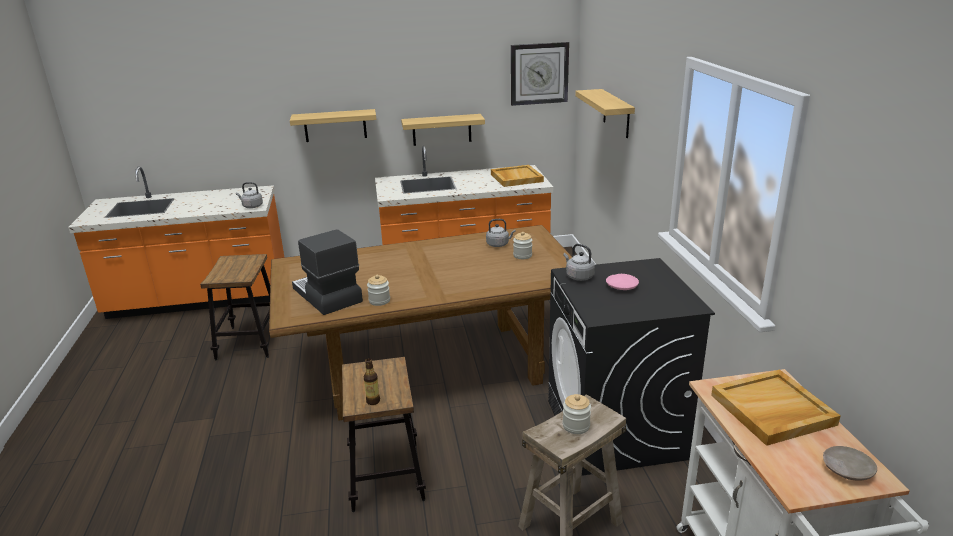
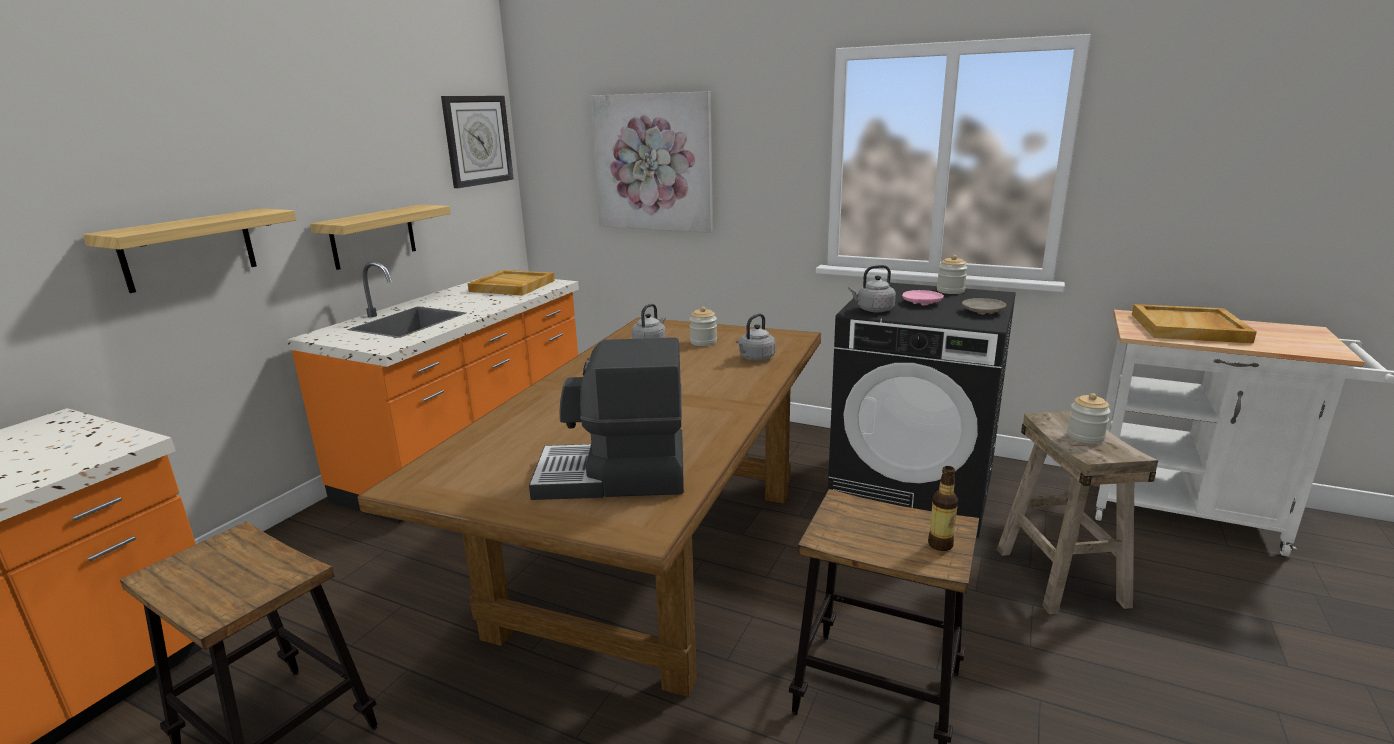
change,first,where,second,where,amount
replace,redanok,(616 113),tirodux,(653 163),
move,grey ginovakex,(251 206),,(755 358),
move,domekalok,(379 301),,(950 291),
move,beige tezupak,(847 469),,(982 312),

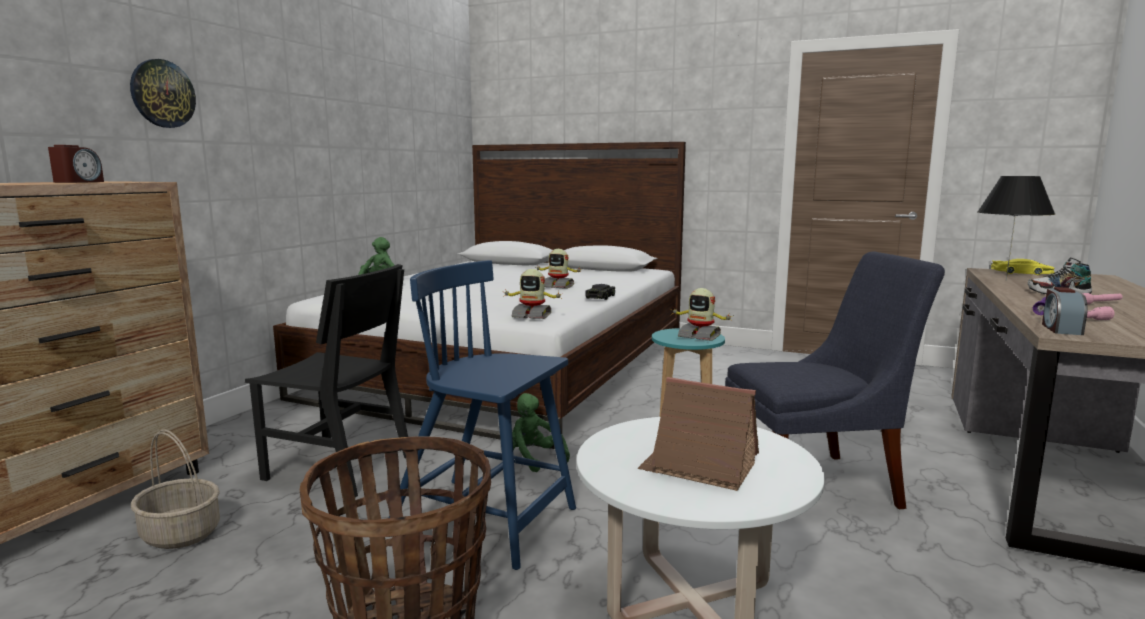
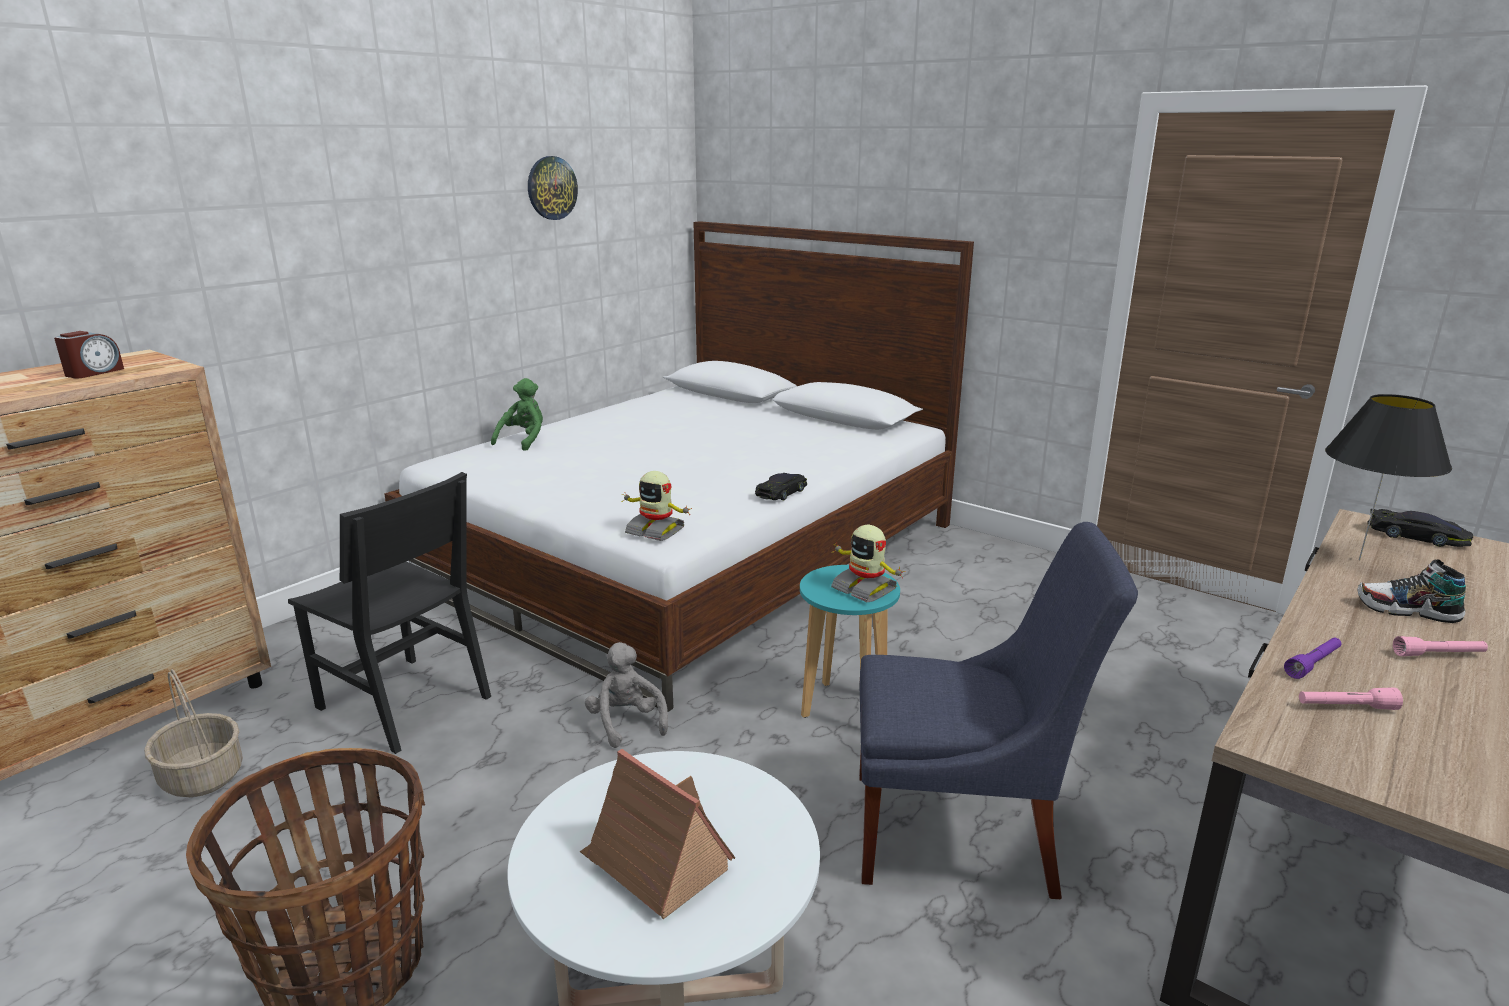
change,first,where,second,where,amount
move,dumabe,(162 94),,(551 188),
recolor,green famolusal,(532 459),grey famolusal,(626 723),
recolor,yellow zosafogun,(1021 273),black zosafogun,(1417 536),
delete,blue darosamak,(486 520),,,
delete,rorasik,(558 286),,,
delete,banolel,(1060 329),,,

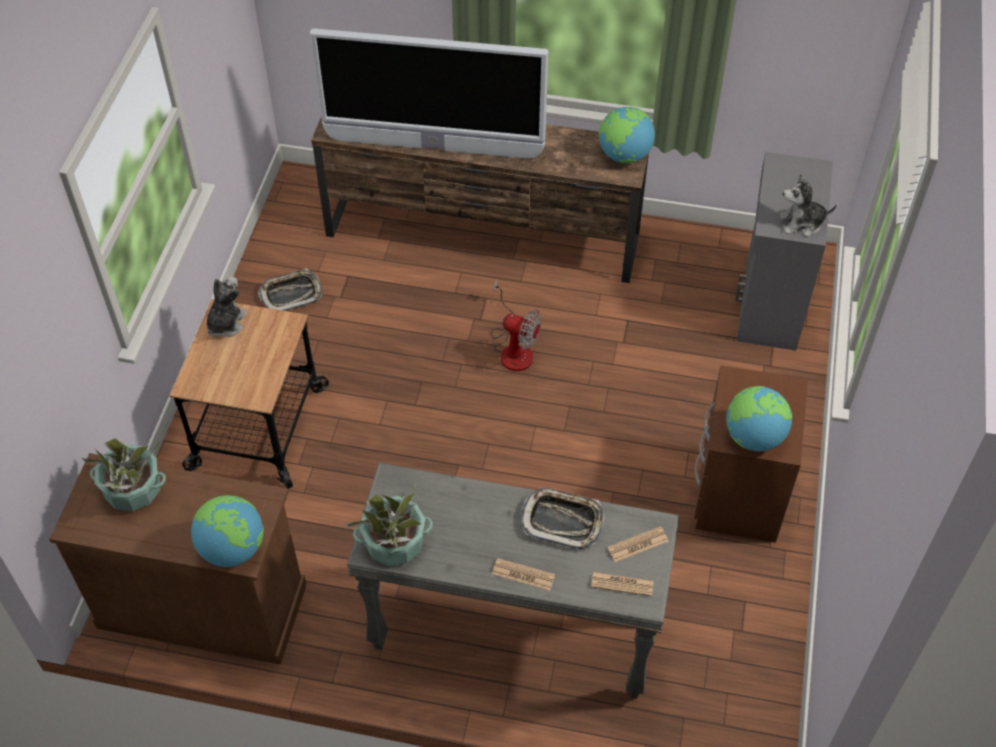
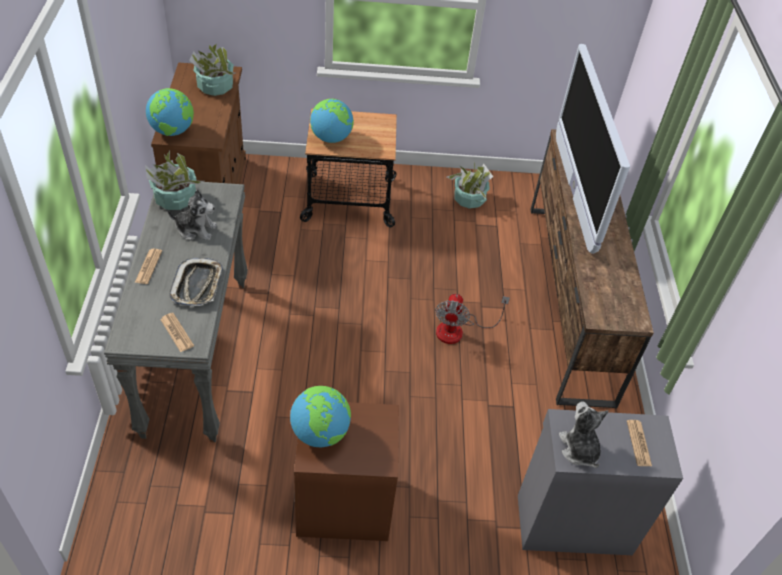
change,first,where,second,where,amount
move,famolusal,(226 323),,(196 229),
move,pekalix,(624 156),,(331 138),
replace,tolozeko,(291 294),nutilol,(469 199),
move,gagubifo,(622 584),,(638 443),

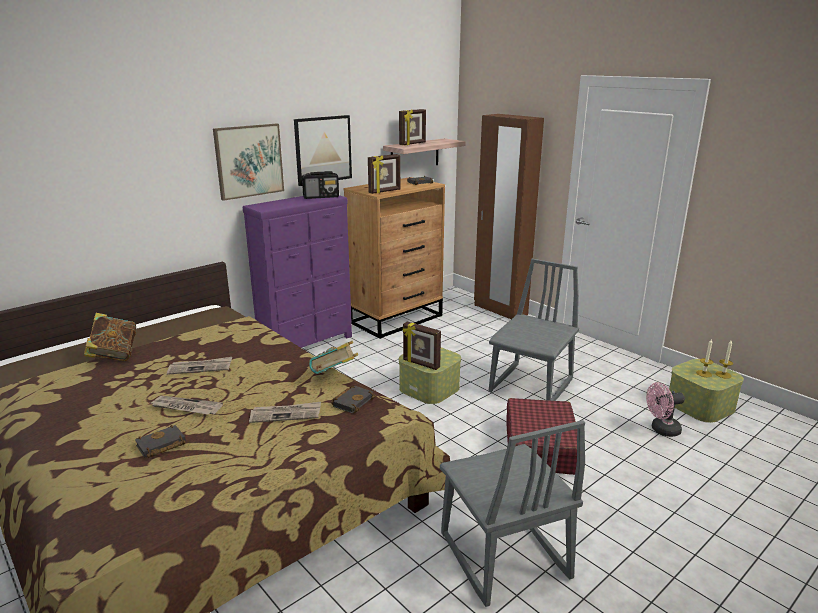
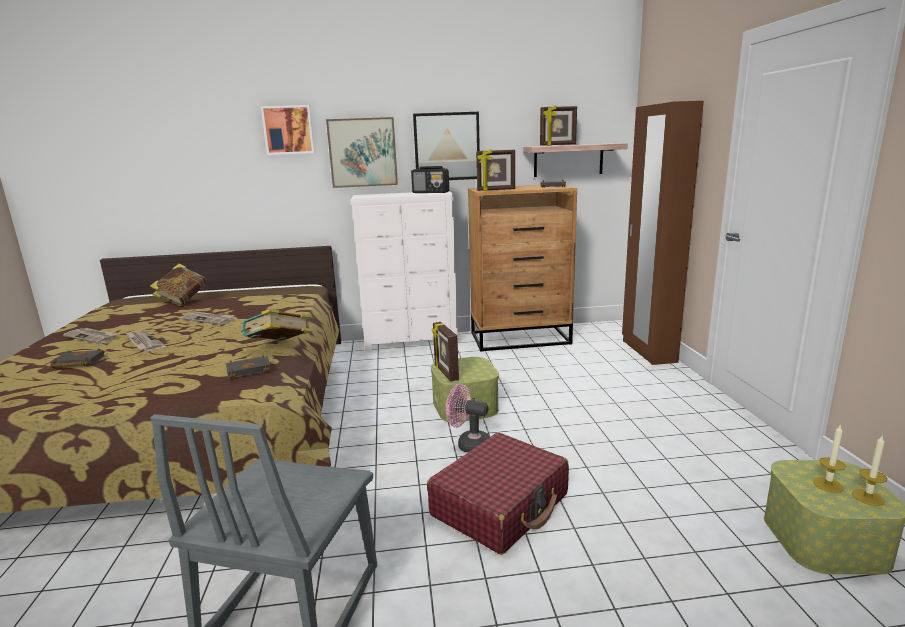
change,first,where,second,where,amount
move,gagubifo,(286 414),,(92 337),
insert,,,tirodux,(288 130),
recolor,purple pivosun,(307 344),white pivosun,(411 342),
move,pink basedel,(661 430),,(468 444),
delete,grey darosamak,(532 386),,,

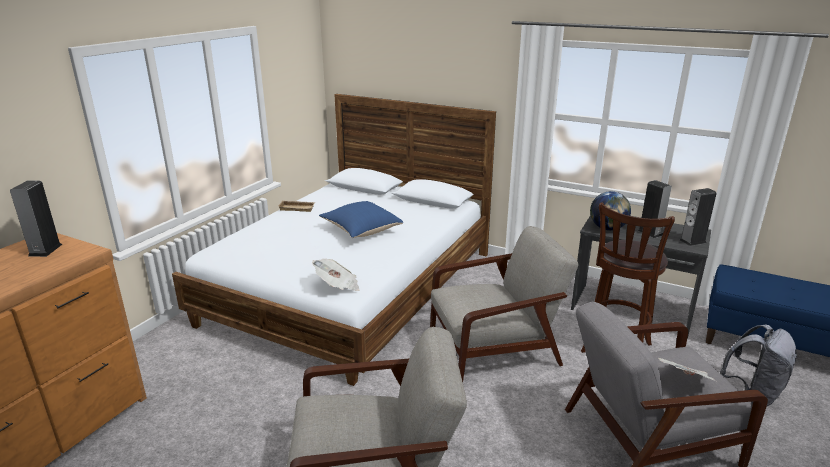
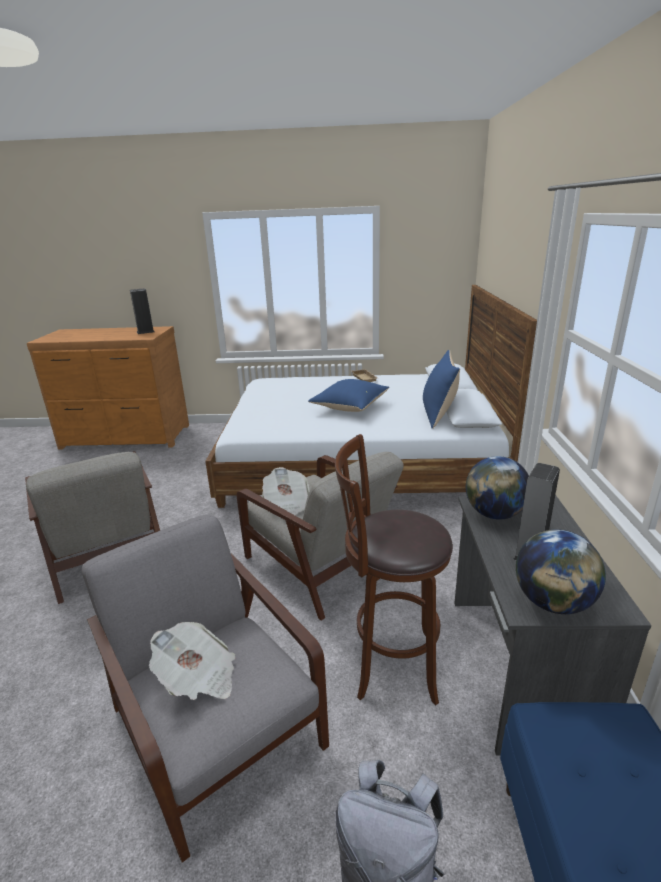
change,first,where,second,where,amount
move,gagubifo,(338 286),,(287 504),
insert,,,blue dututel,(438 415),
replace,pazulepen,(692 241),pekalix,(552 602),

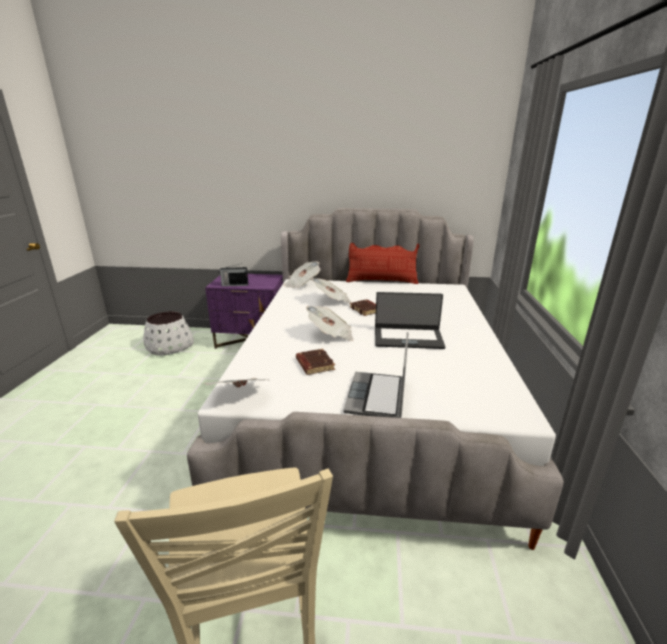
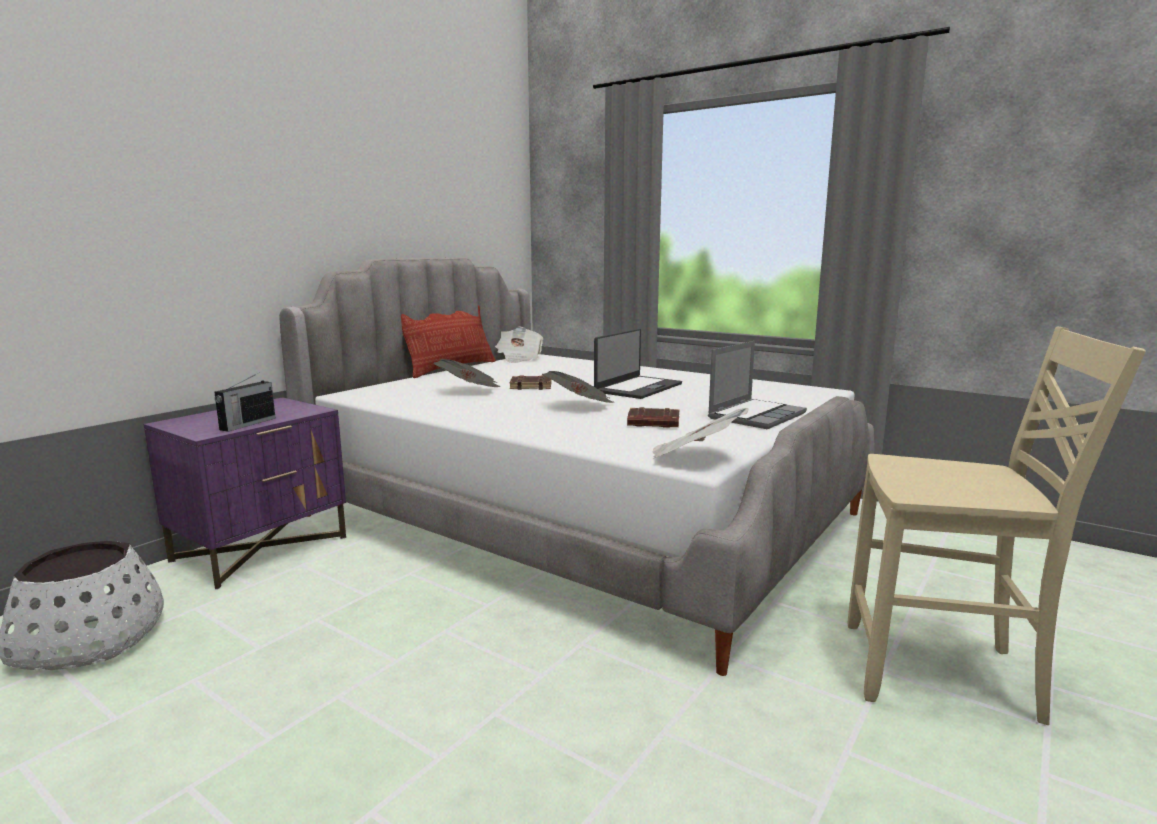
change,first,where,second,where,amount
move,gagubifo,(302 284),,(518 358),
rotate,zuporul,(377 397),,(756 415),90 degrees counterclockwise

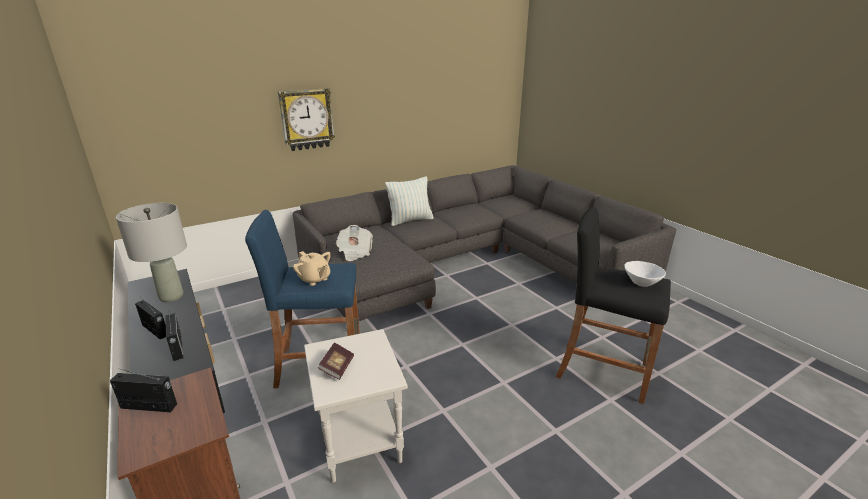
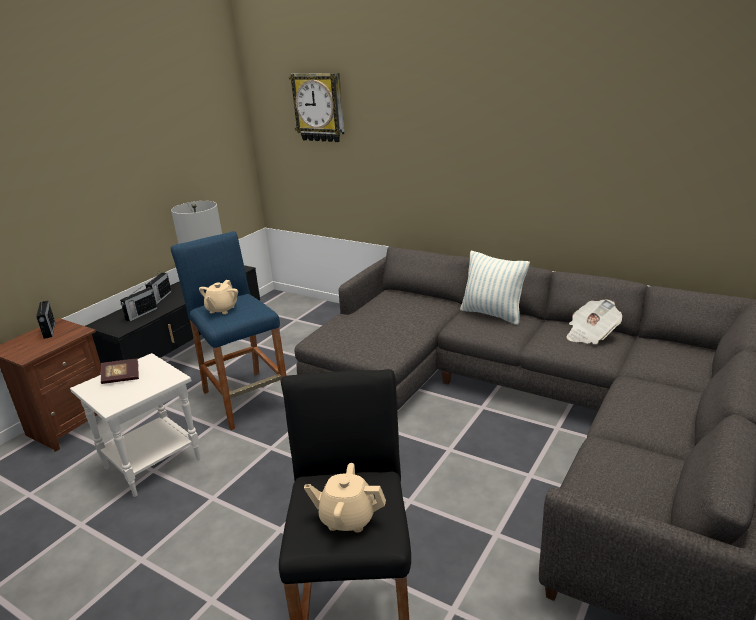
change,first,where,second,where,amount
move,dumabe,(306 119),,(319 107),
replace,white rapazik,(641 283),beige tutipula,(347 518),
move,gagubifo,(355 252),,(590 334),

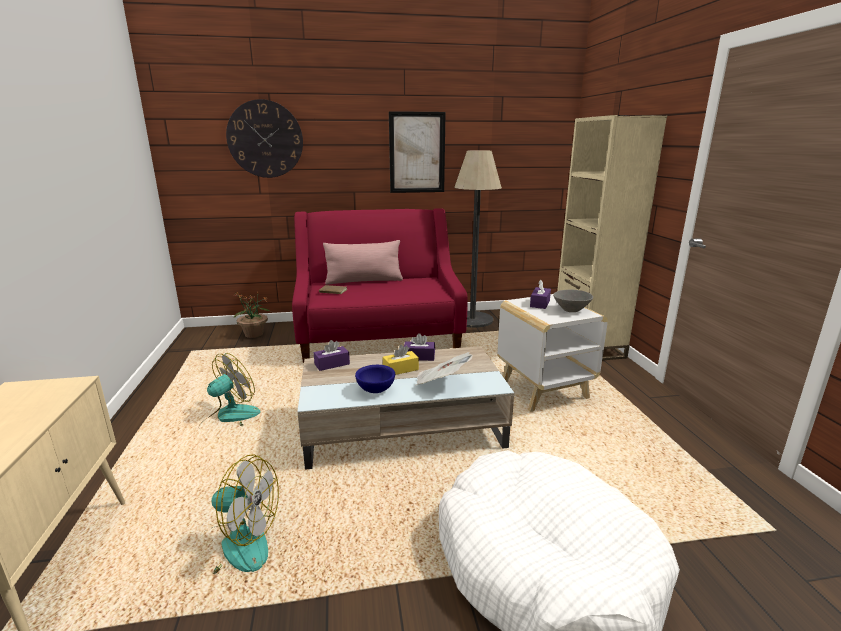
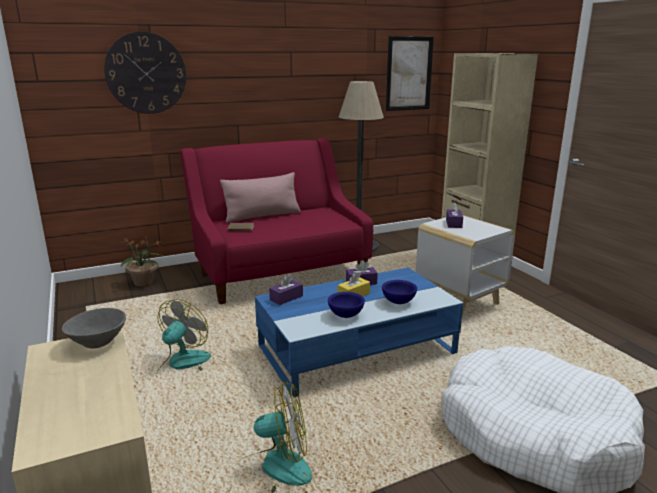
change,first,where,second,where,amount
move,grey rapazik,(570 310),,(97 342),
recolor,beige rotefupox,(402 427),blue rotefupox,(356 349),
replace,gagubifo,(441 382),blue rapazik,(398 302),
move,tirodux,(417 153),,(409 73),

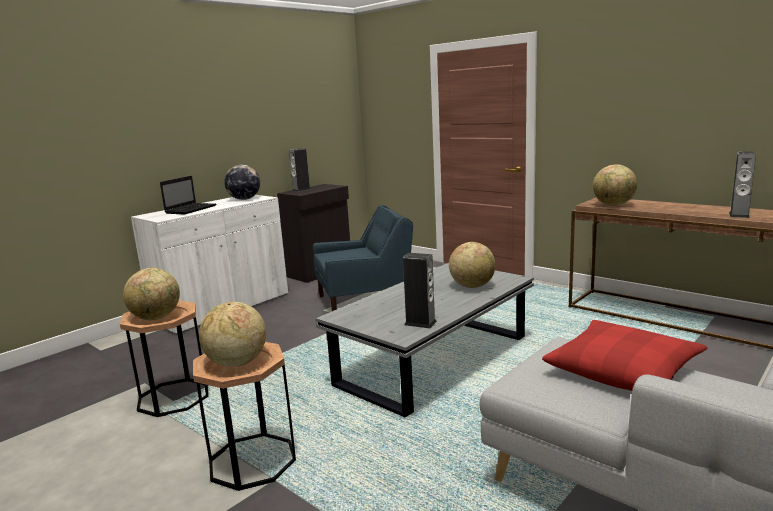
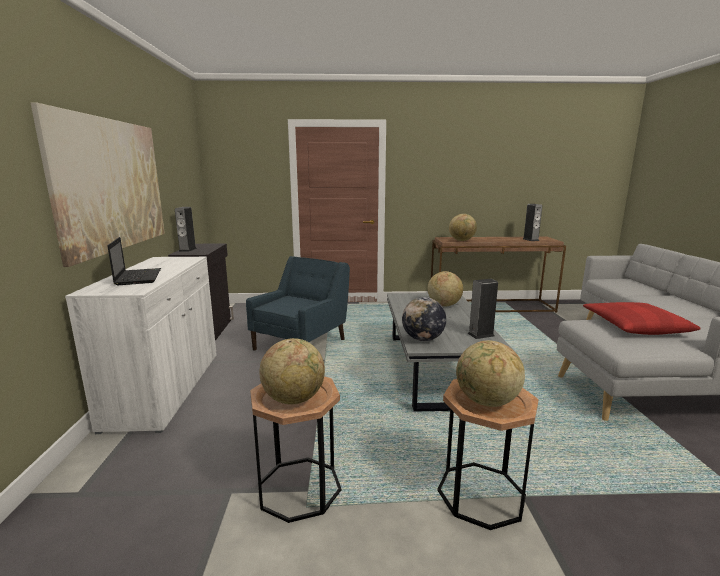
change,first,where,second,where,amount
insert,,,tirodux,(112 185),
move,pekalix,(244 199),,(423 339),

